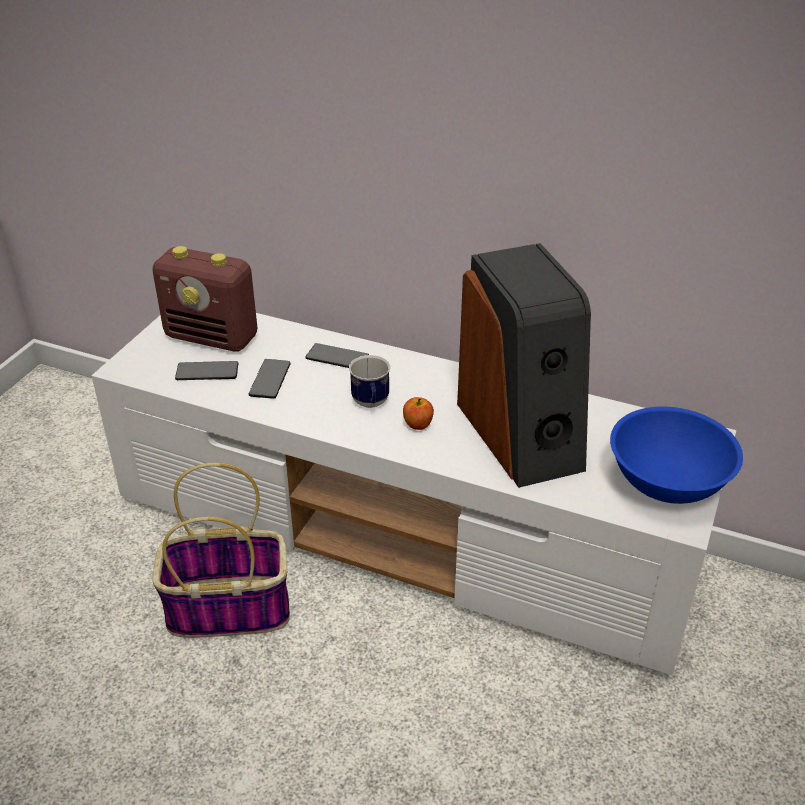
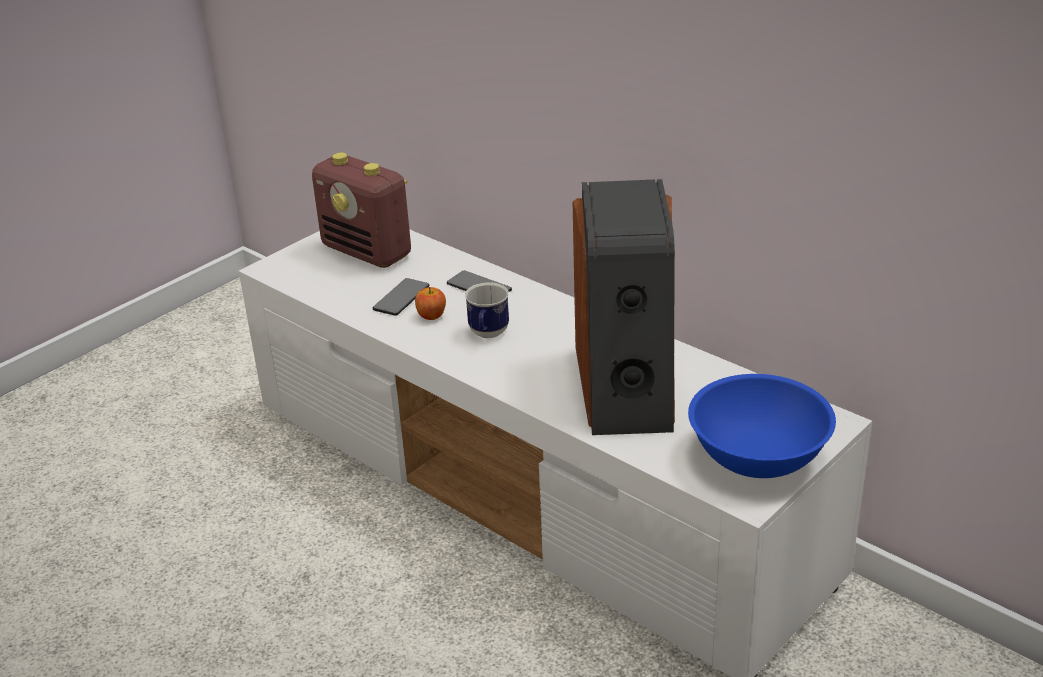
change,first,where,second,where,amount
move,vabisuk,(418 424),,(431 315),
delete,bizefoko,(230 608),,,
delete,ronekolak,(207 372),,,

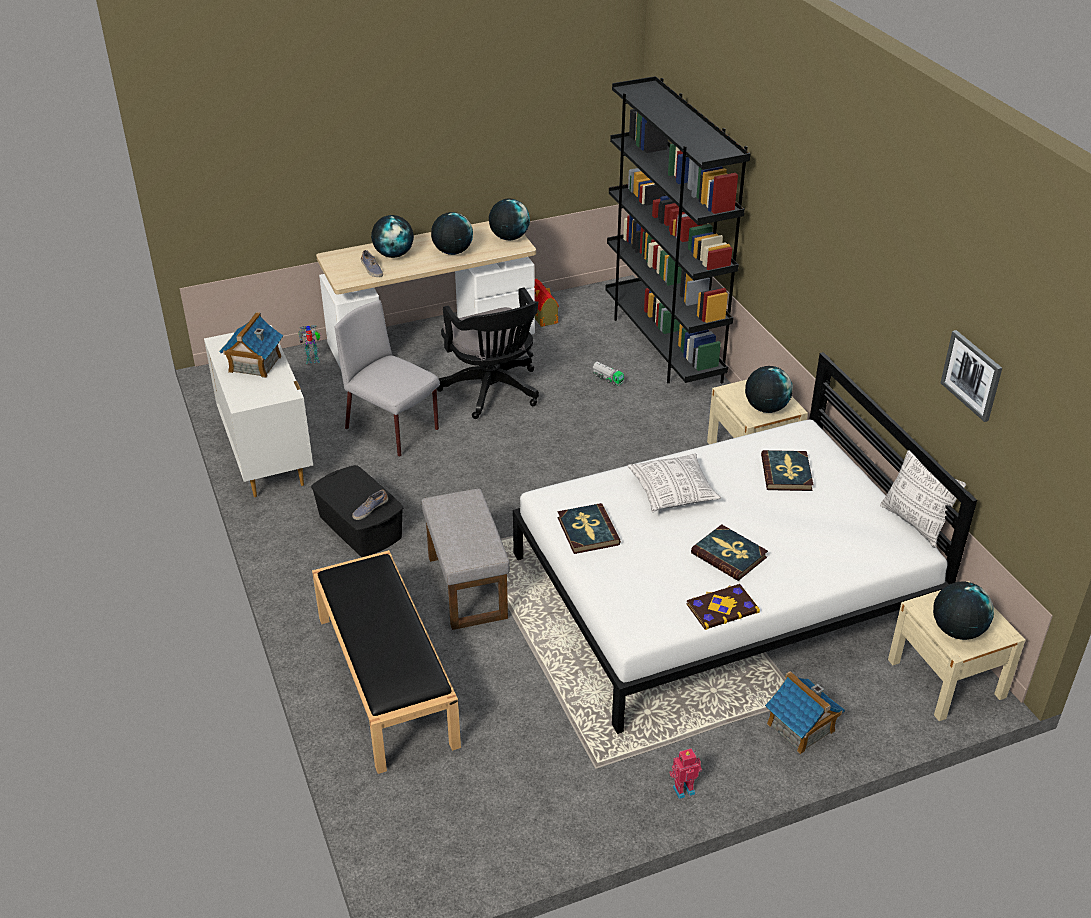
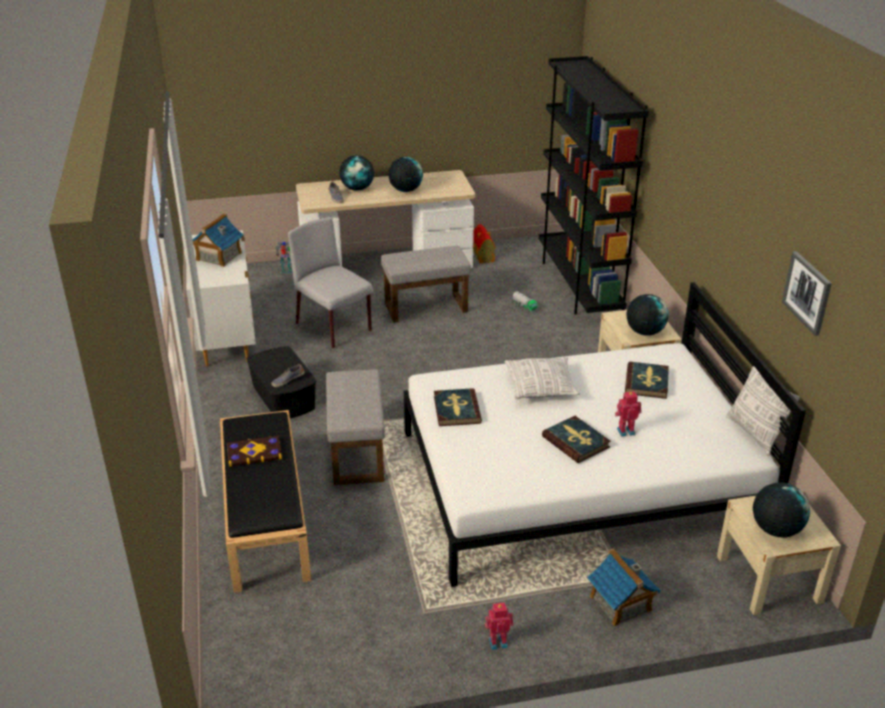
change,first,where,second,where,amount
move,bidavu,(722 608),,(254 452),
replace,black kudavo,(493 392),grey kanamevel,(425 308),
insert,,,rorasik,(625 431),
delete,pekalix,(509 237),,,

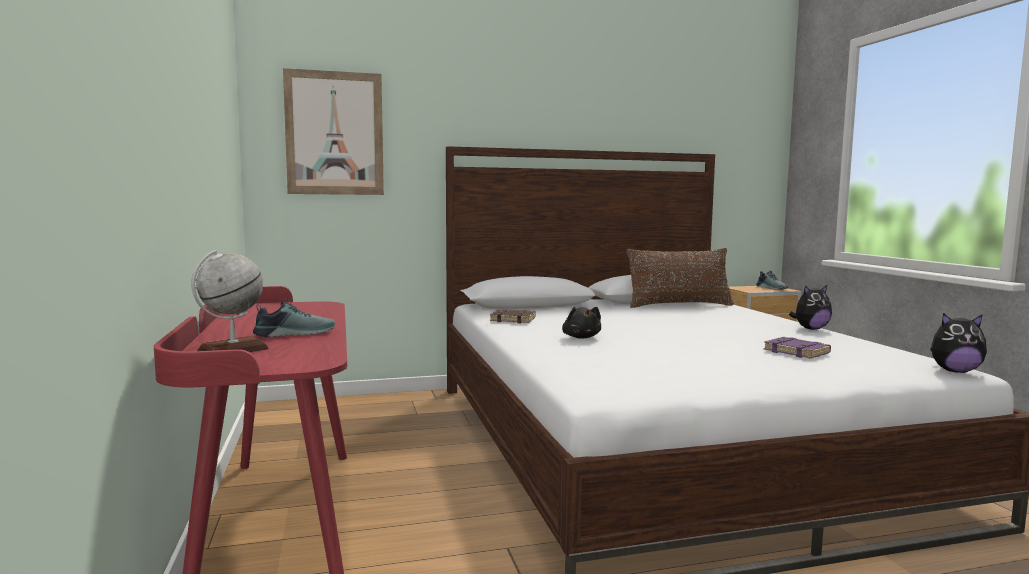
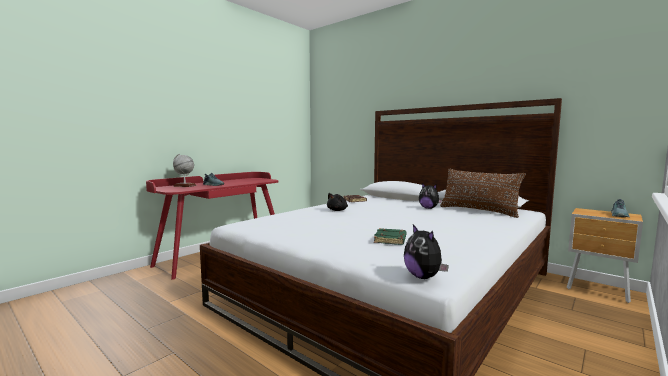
change,first,where,second,where,amount
recolor,purple bidavu,(797 352),green bidavu,(391 240),
move,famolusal,(810 329),,(429 208),
delete,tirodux,(334 133),,,

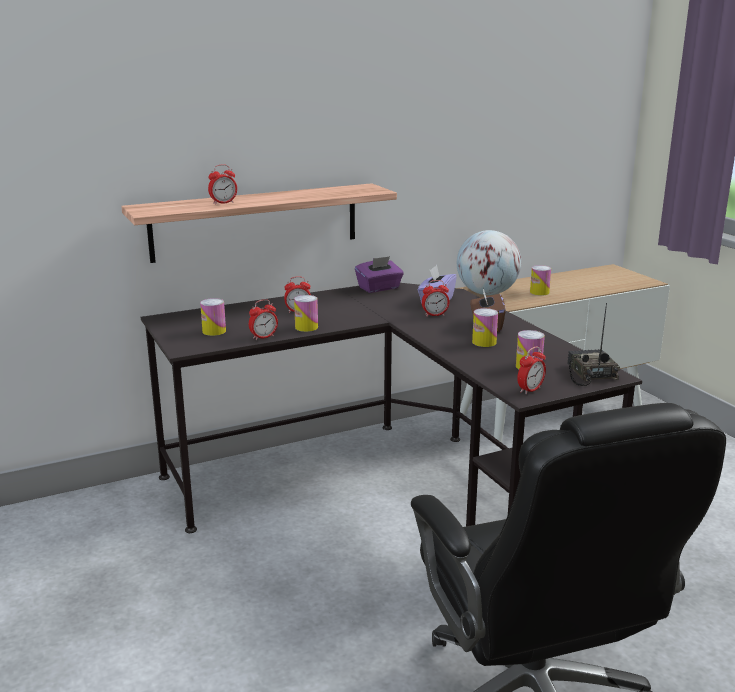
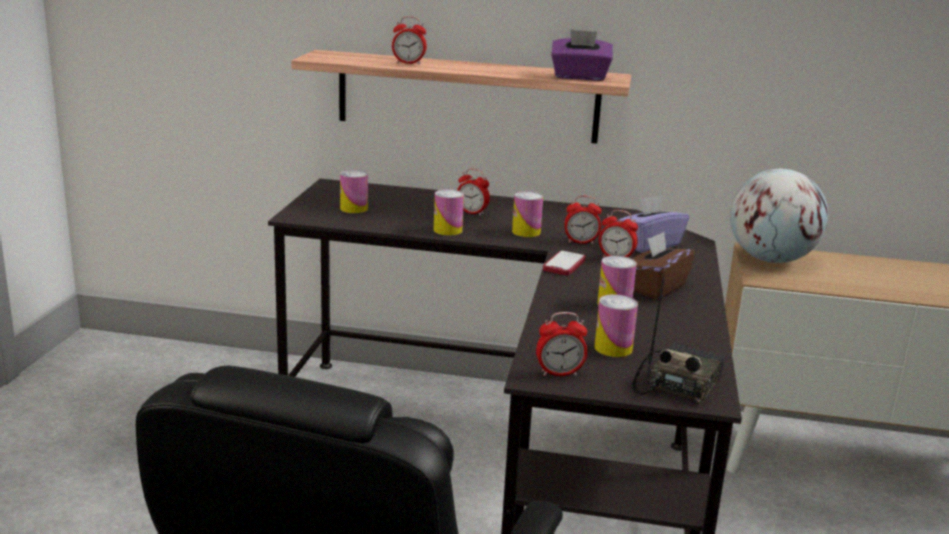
change,first,where,second,where,amount
move,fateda,(539 292),,(526 232),
insert,,,ronekolak,(564 265),
move,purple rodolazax,(379 288),,(579 77),
move,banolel,(263 337),,(581 242),

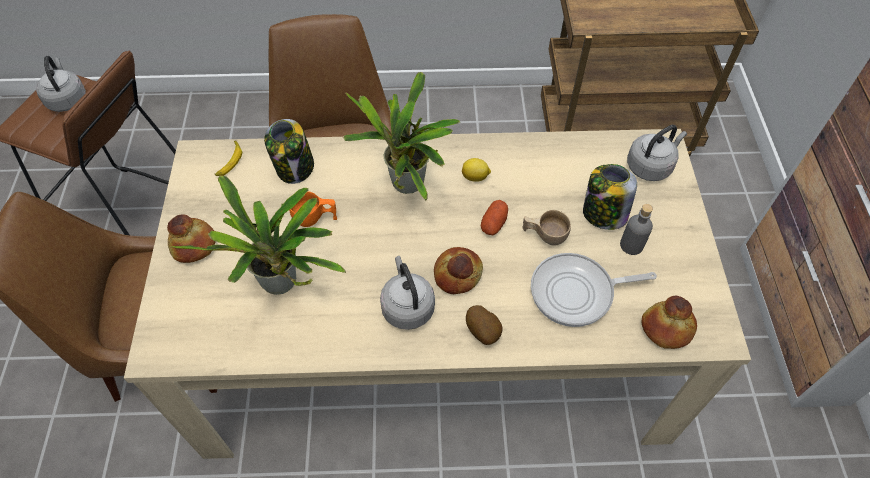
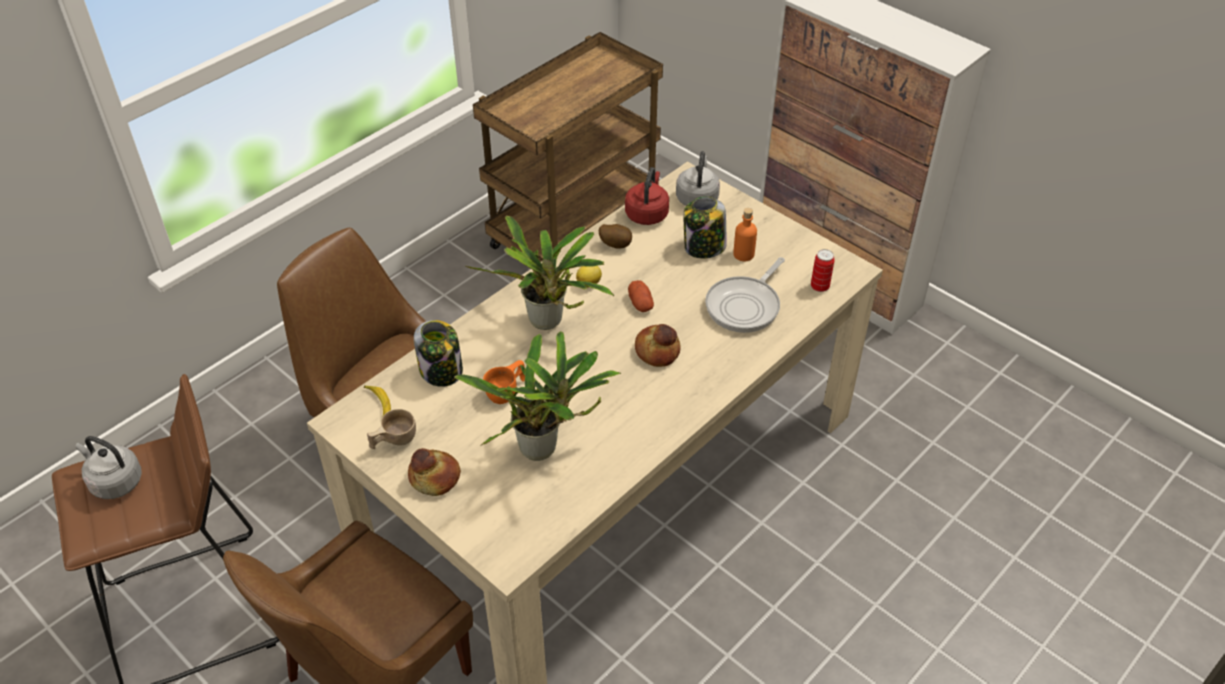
change,first,where,second,where,amount
move,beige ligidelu,(544 235),,(393 441),
move,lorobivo,(483 332),,(615 245),
insert,,,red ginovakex,(647 213),
recolor,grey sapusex,(631 245),orange sapusex,(743 254),
replace,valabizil,(666 328),fateda,(819 287),
delete,grey ginovakex,(407 307),,,

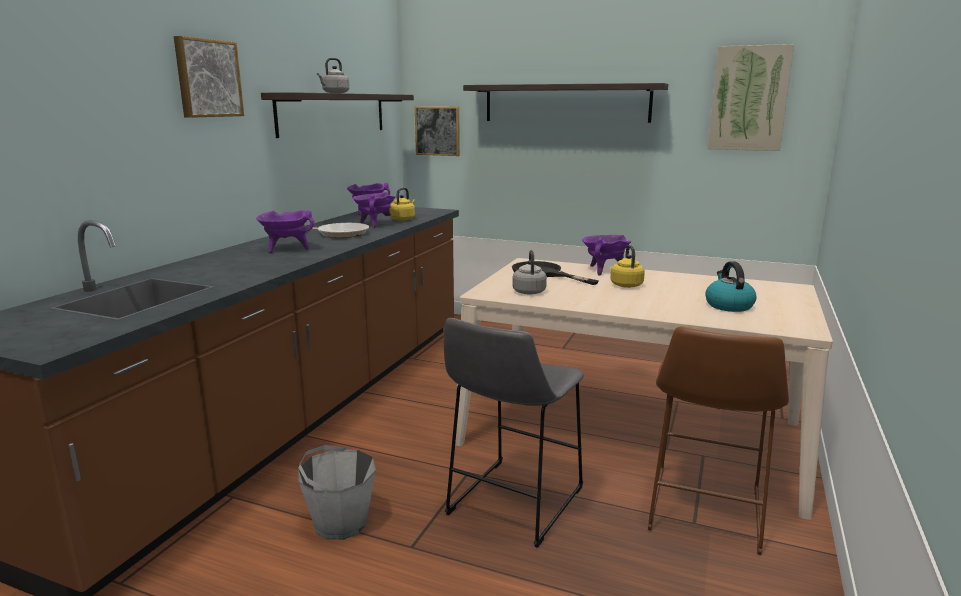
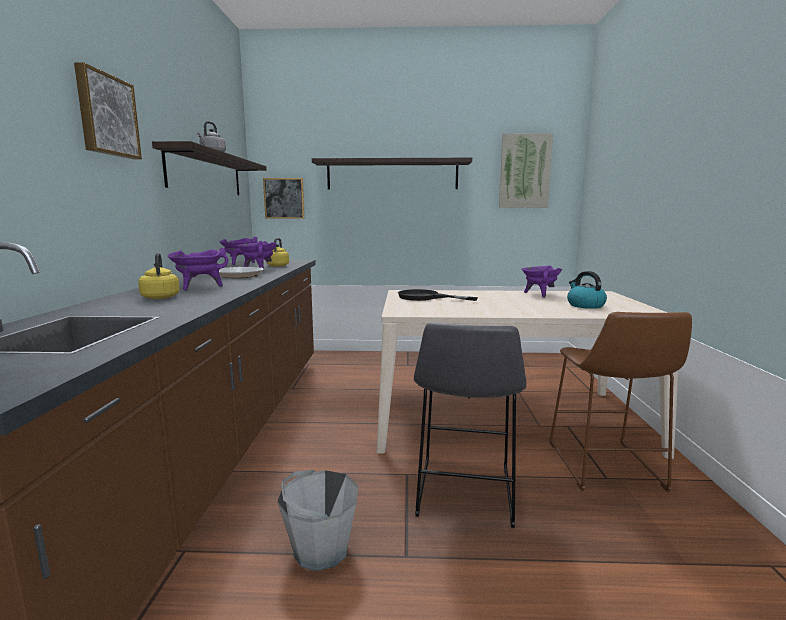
change,first,where,second,where,amount
move,yellow ginovakex,(626 284),,(160 297),
move,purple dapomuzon,(603 270),,(539 294),
delete,grey ginovakex,(529 291),,,

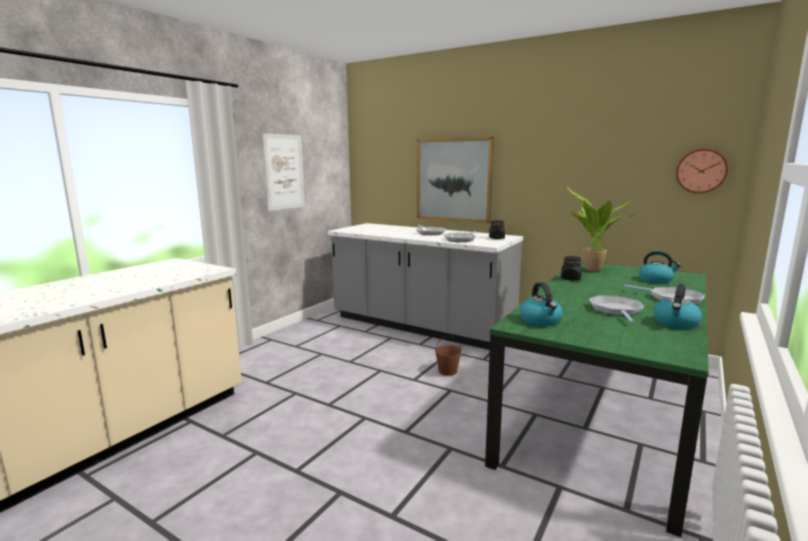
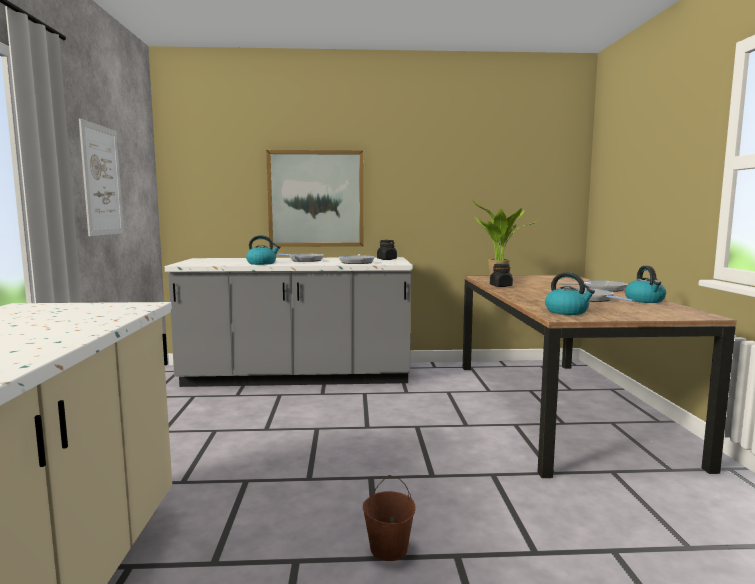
change,first,where,second,where,amount
move,ginovakex,(656 280),,(262 263),
move,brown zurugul,(448 371),,(388 548),
recolor,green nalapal,(605 411),brown nalapal,(557 407),
delete,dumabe,(701 171),,,

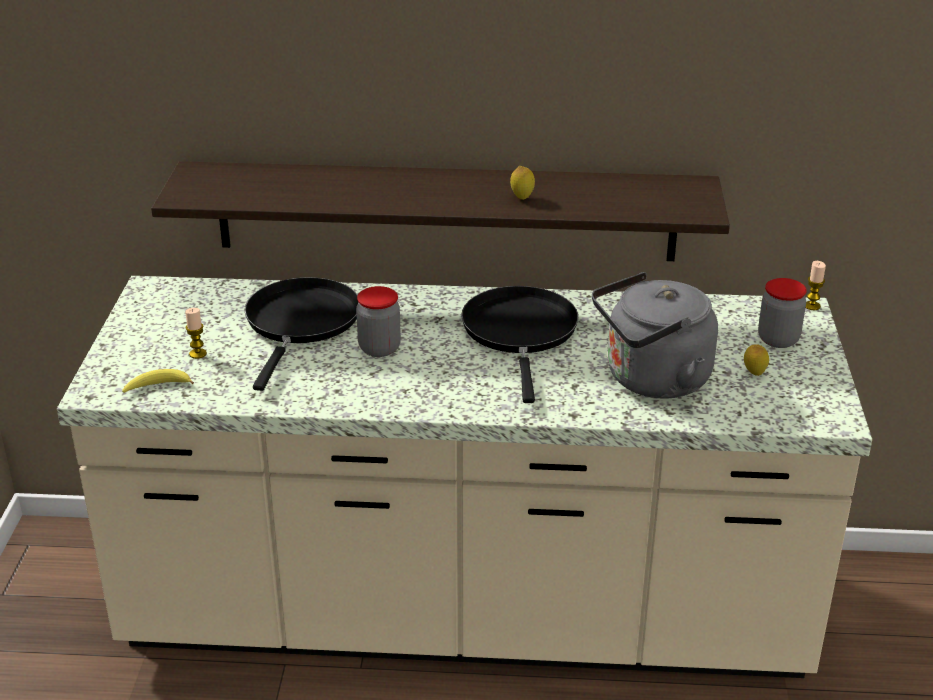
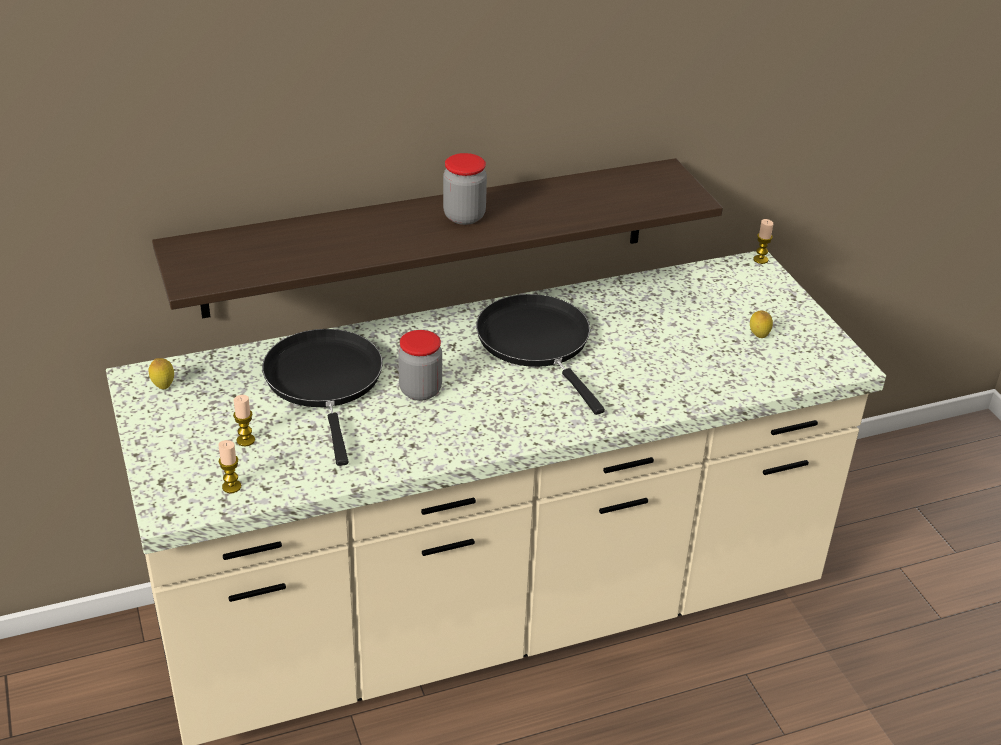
change,first,where,second,where,amount
move,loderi,(522 197),,(163 386),
replace,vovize,(158 386),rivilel,(231 487),
move,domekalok,(778 339),,(464 216),
delete,grey ginovakex,(652 380),,,

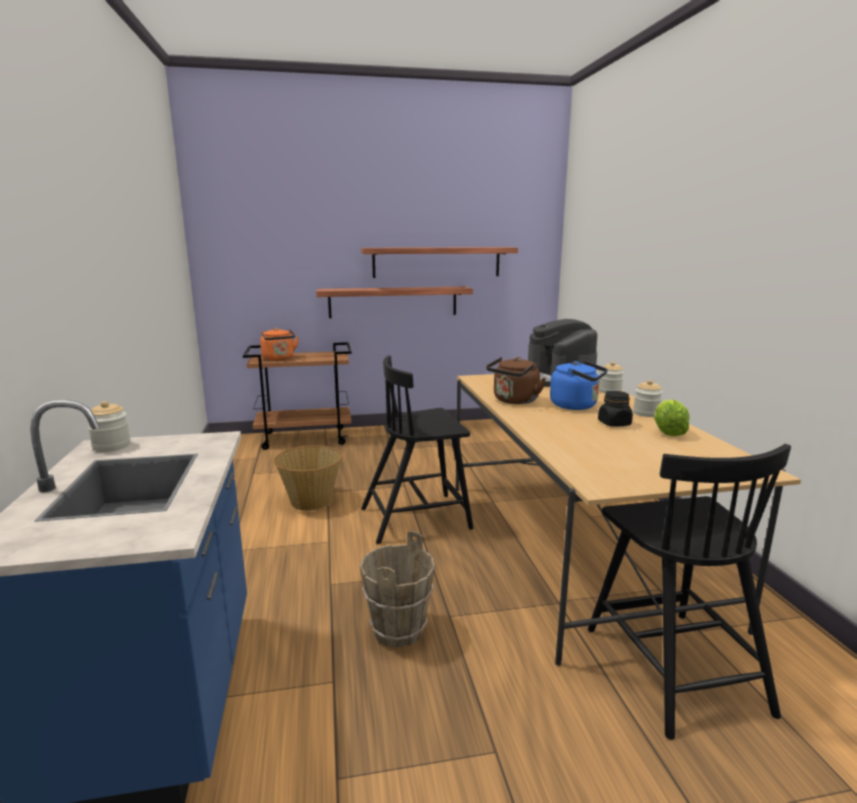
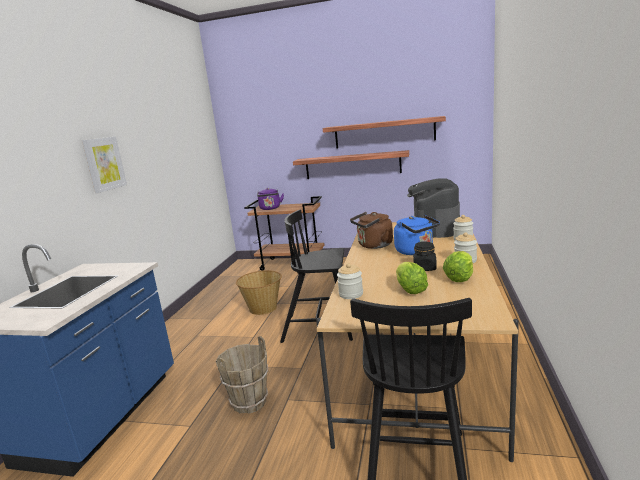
change,first,where,second,where,amount
insert,,,tirodux,(104 164),
recolor,orange ginovakex,(279 358),purple ginovakex,(270 208),
move,domekalok,(111 446),,(351 294),
insert,,,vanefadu,(410 289),

